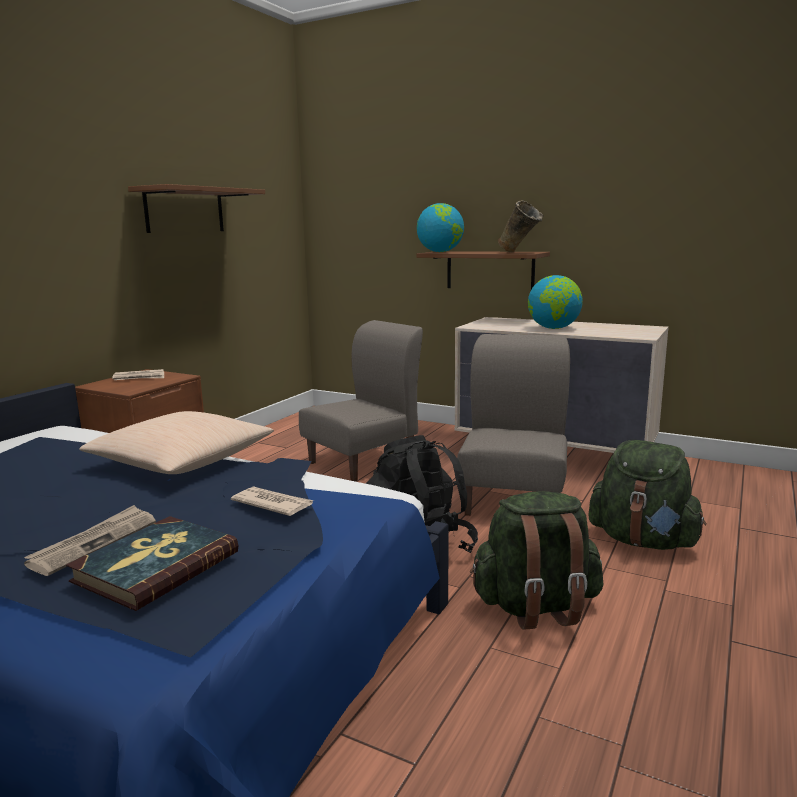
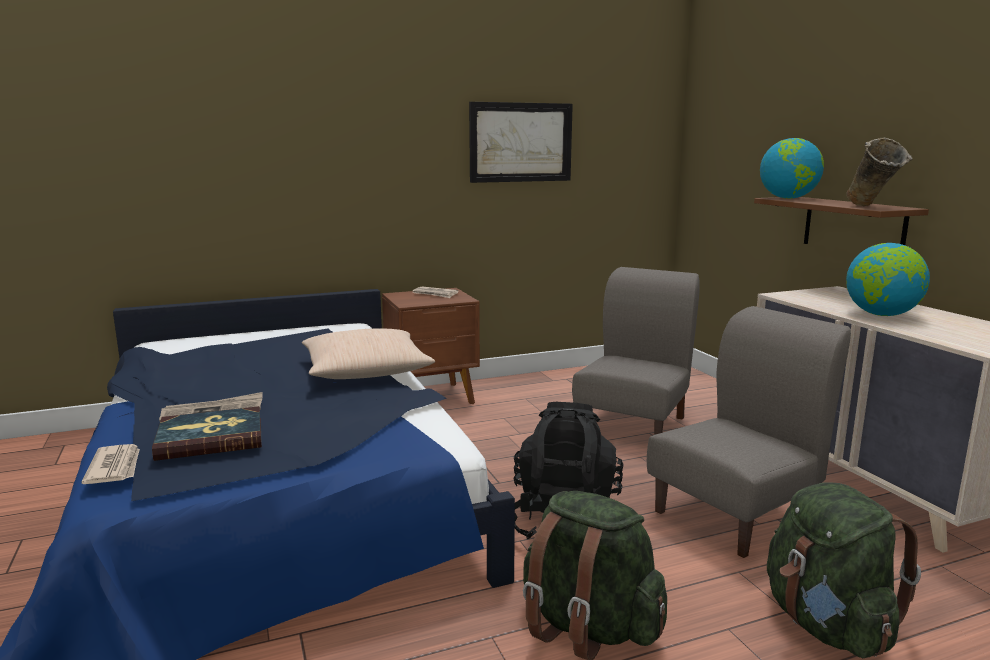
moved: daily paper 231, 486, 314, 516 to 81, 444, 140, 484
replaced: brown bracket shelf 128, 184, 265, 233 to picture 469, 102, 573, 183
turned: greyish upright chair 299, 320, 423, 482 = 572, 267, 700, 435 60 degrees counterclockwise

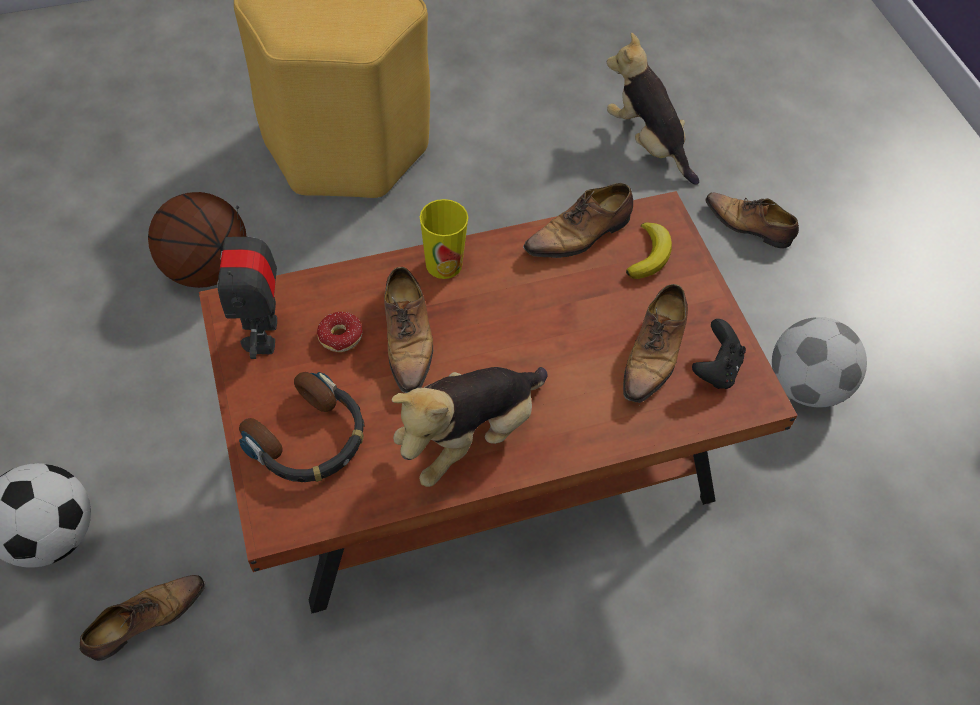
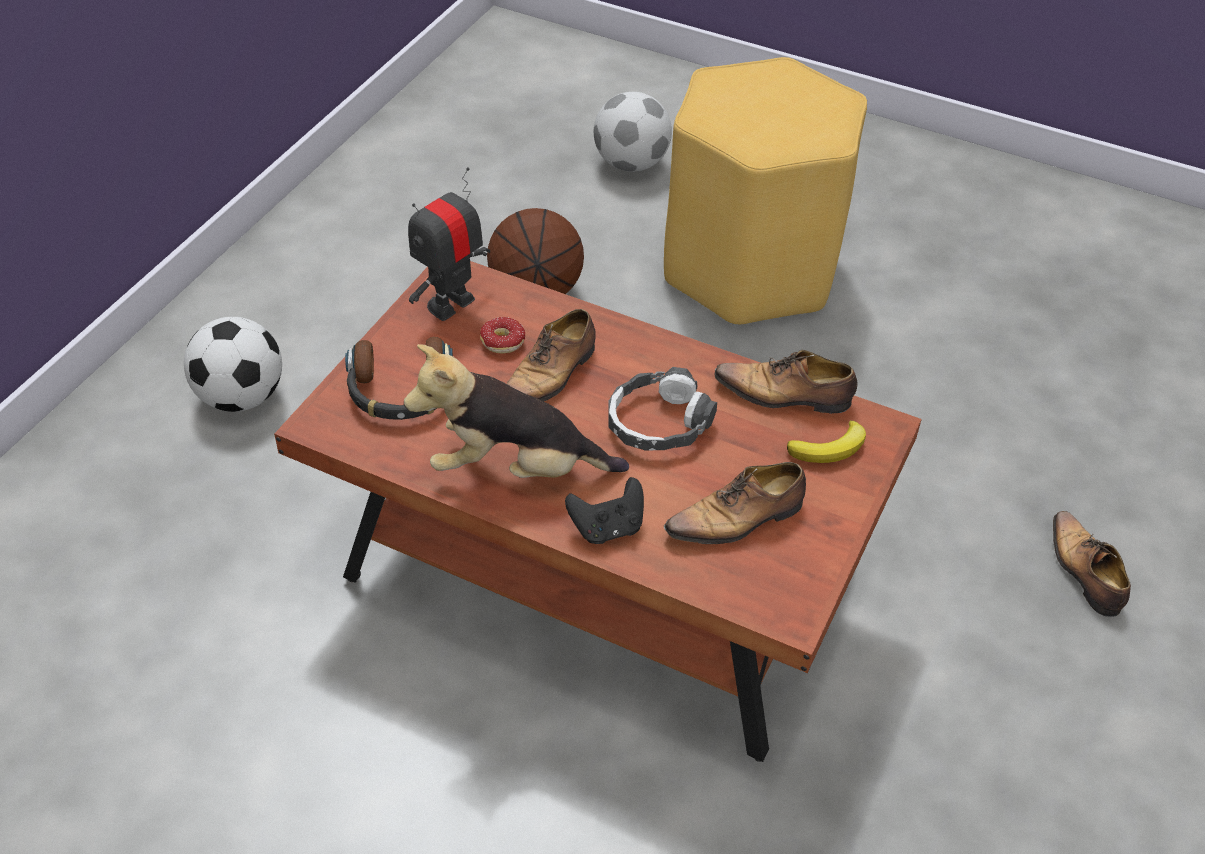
removed: soft toy 607, 33, 699, 185; small cup 420, 199, 468, 279; shoe 80, 575, 205, 661
added: headphones 608, 367, 717, 451
moved: football ball 772, 317, 867, 407 to 594, 92, 672, 172; black-coloured gamepad 692, 319, 746, 389 to 565, 477, 644, 544

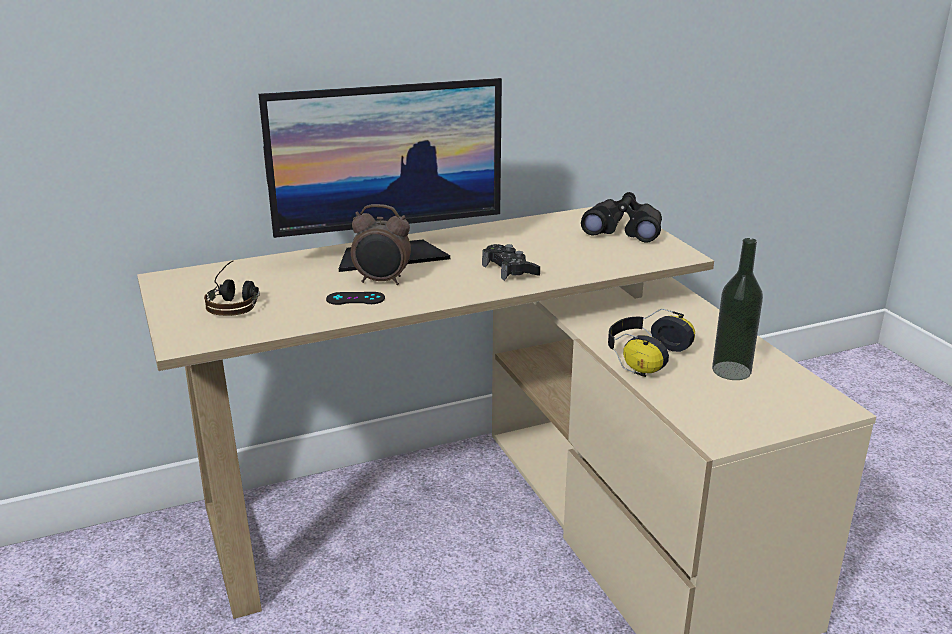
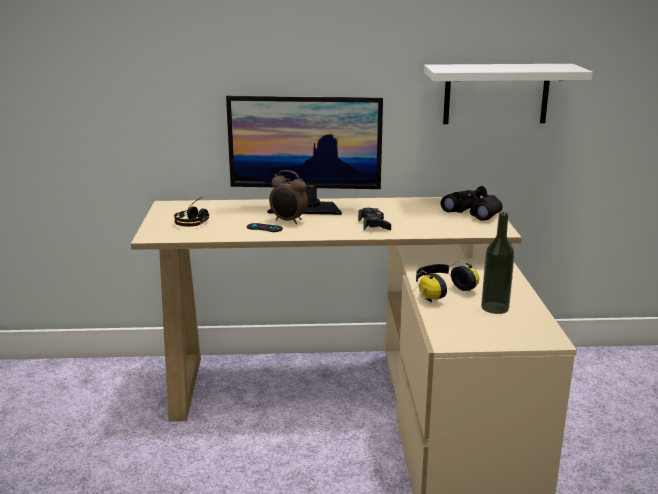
added: whitish bracket shelf 424, 64, 593, 124

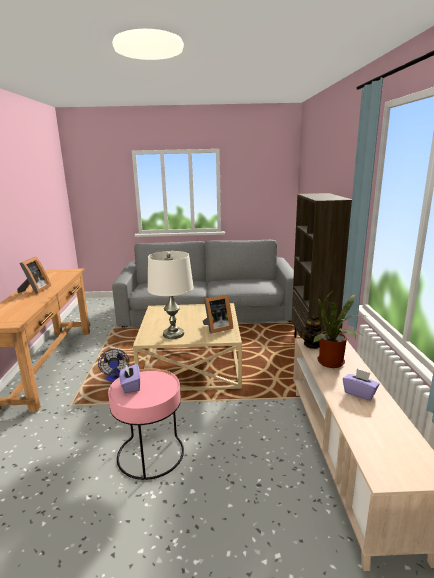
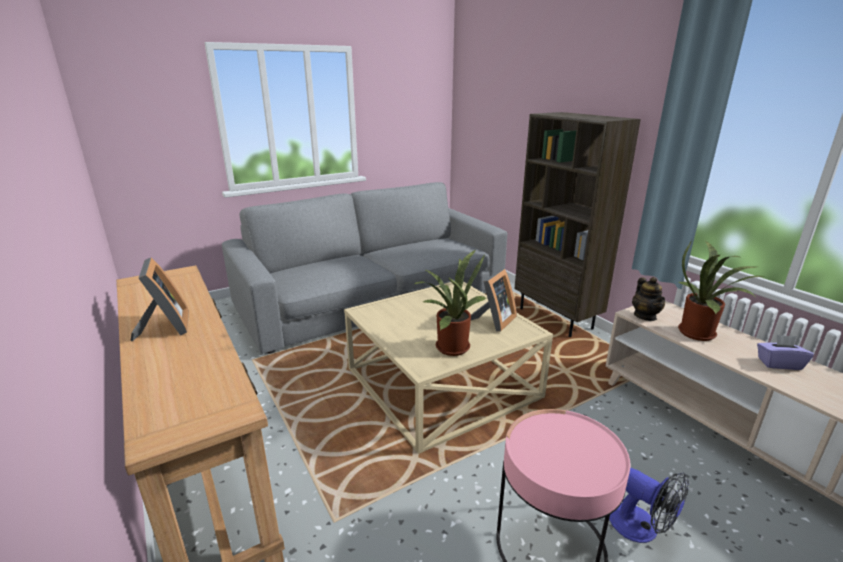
removed: purplish box of tissues 120, 364, 140, 393
moved: cooling fan 98, 348, 129, 382 to 609, 468, 689, 543
replaced: whitish lamp for a table 148, 251, 194, 339 to potted plant 415, 250, 488, 356

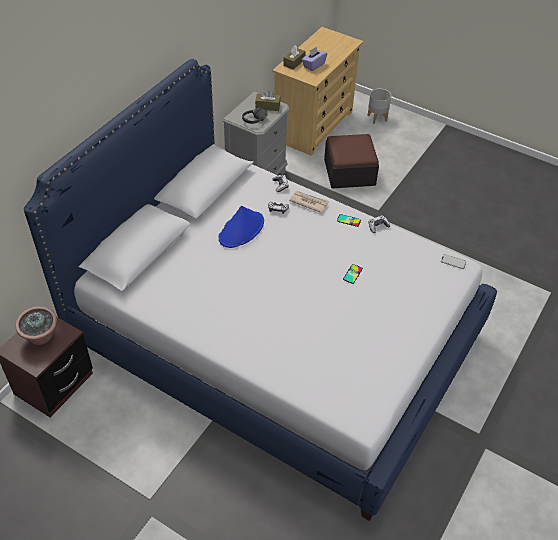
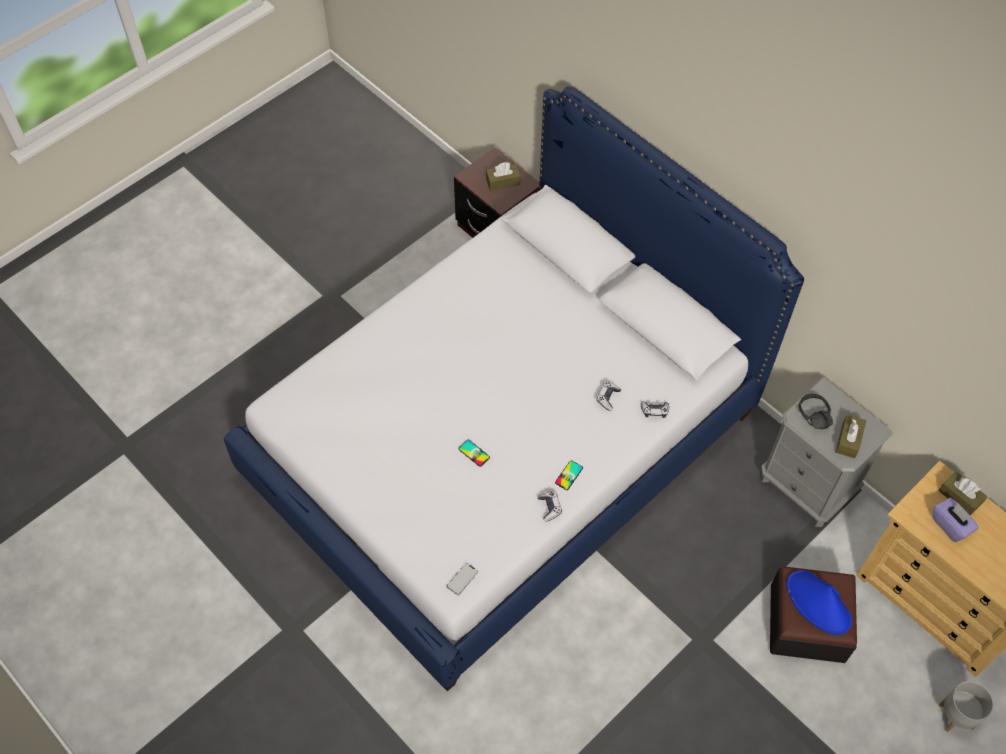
removed: daily paper 289, 191, 329, 213
moved: blue wearable hat 219, 206, 264, 248 to 787, 570, 852, 635
replaced: potted plant 15, 306, 57, 345 to brown box of tissues 486, 162, 521, 191

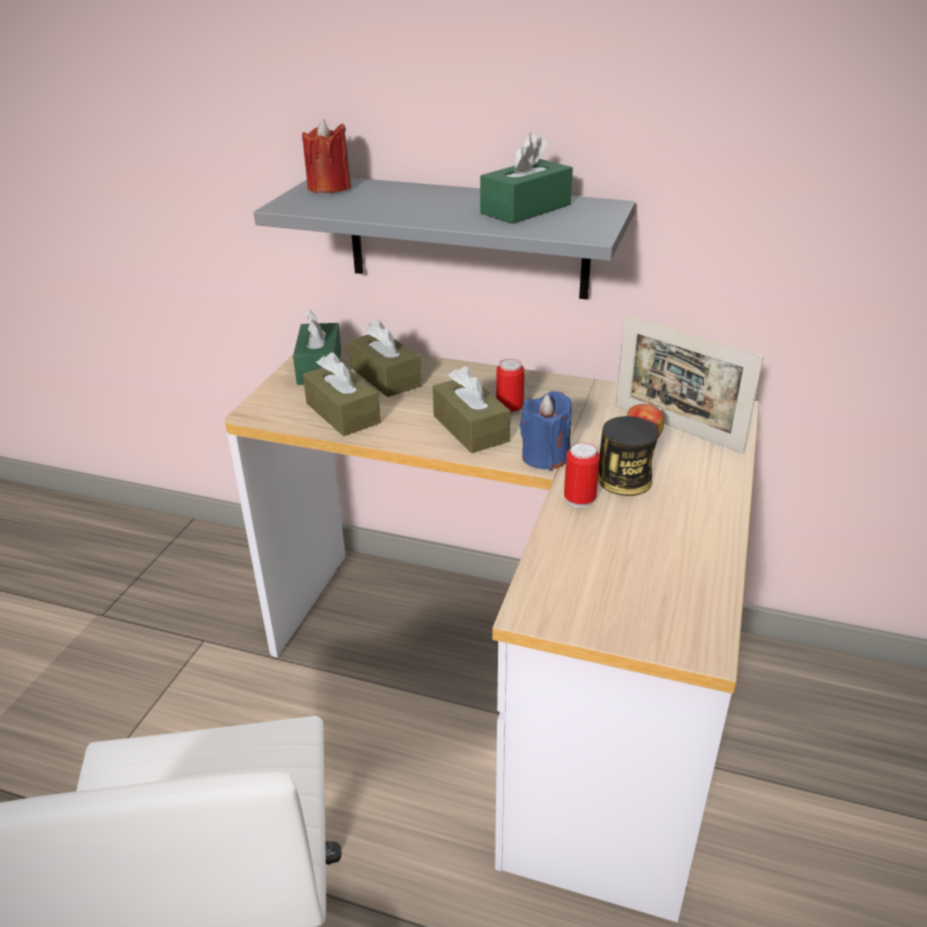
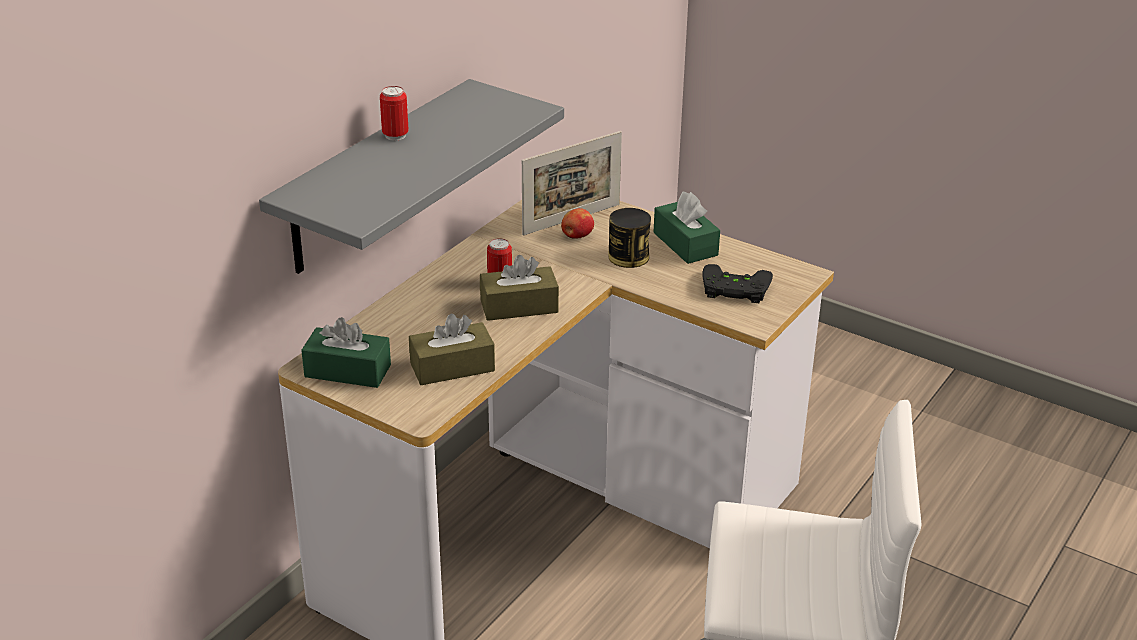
removed: red-coloured wax light 302, 120, 351, 193; brown box of tissues 349, 319, 421, 397; blue wax light 520, 391, 571, 470
added: black-coloured gamepad 703, 264, 773, 303
moved: greenish box of tissues 480, 133, 573, 224 to 653, 192, 720, 264; can 564, 442, 600, 508 to 380, 86, 409, 141

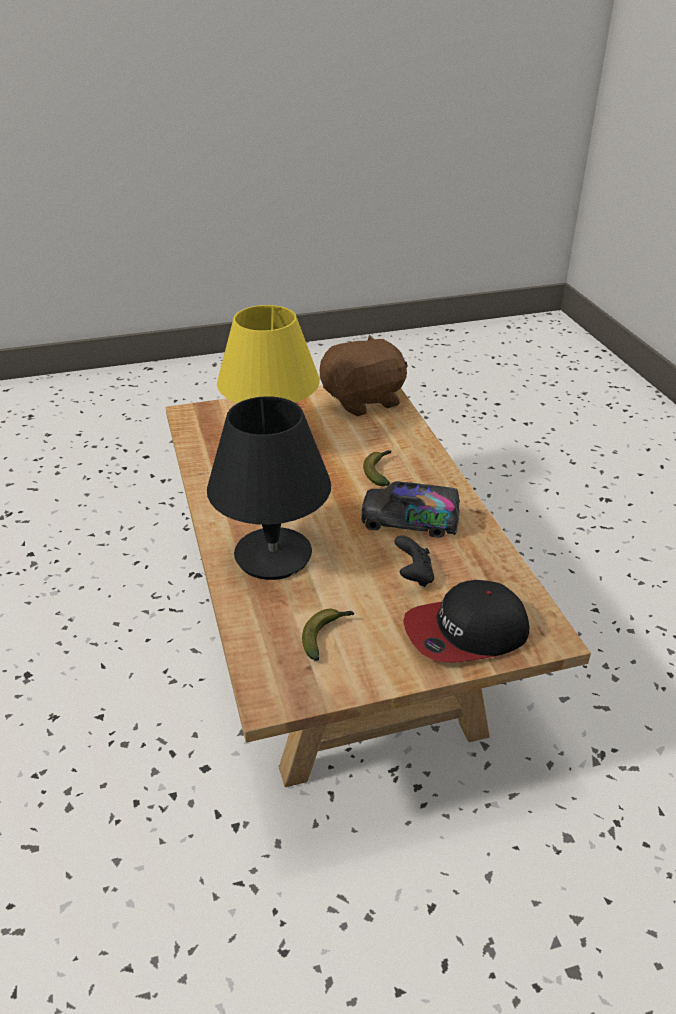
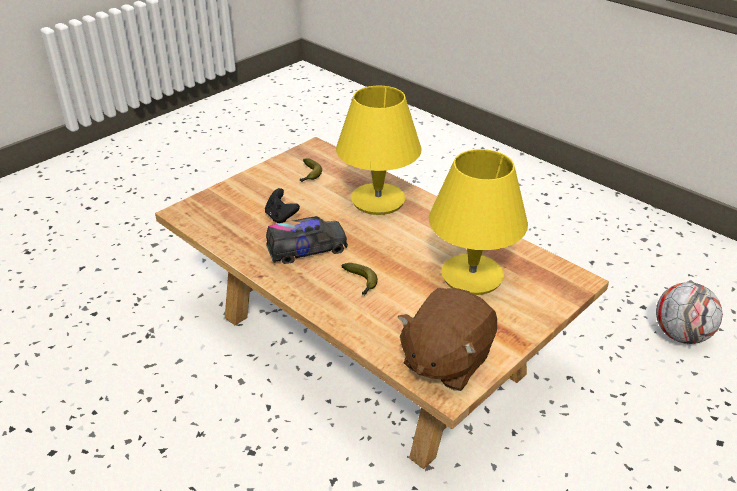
removed: peaked cap 403, 580, 529, 663
added: football ball 656, 282, 722, 344
recoloured: black-coloured lamp for a table 207, 396, 331, 580 to yellowish lamp for a table 336, 86, 422, 215

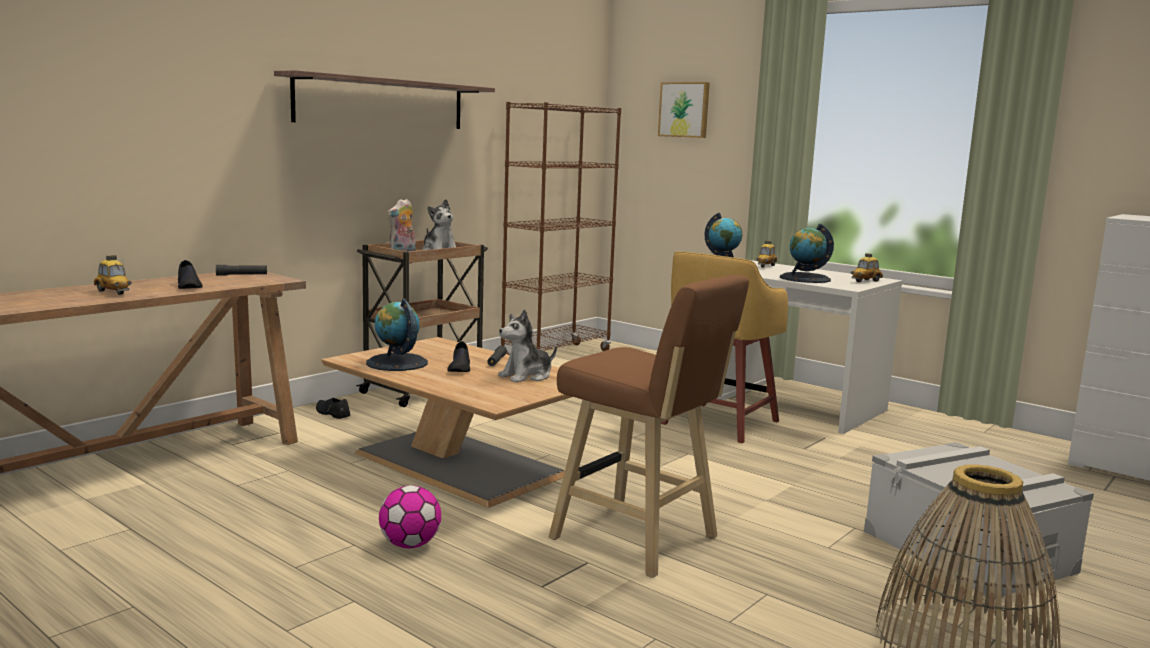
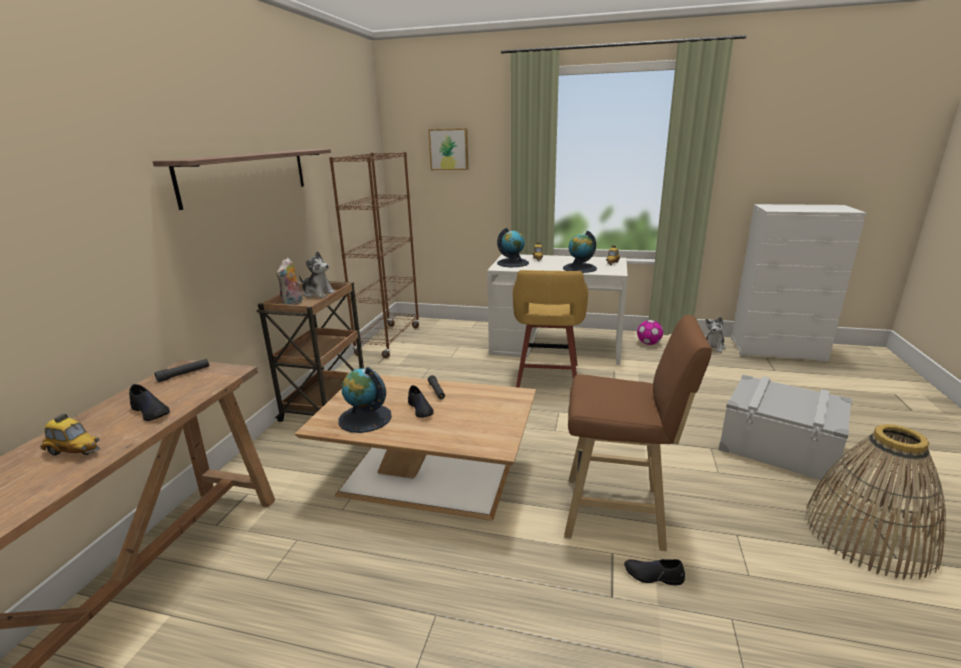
moved: soft toy 498, 309, 557, 383 to 705, 317, 726, 353; black-coloured shoe 316, 398, 350, 419 to 624, 559, 685, 585; football ball 379, 485, 441, 548 to 637, 320, 663, 345

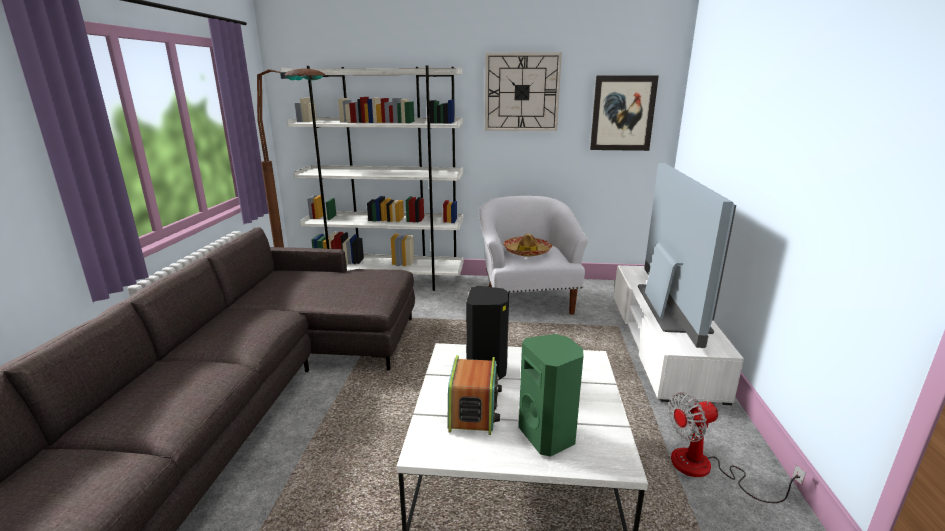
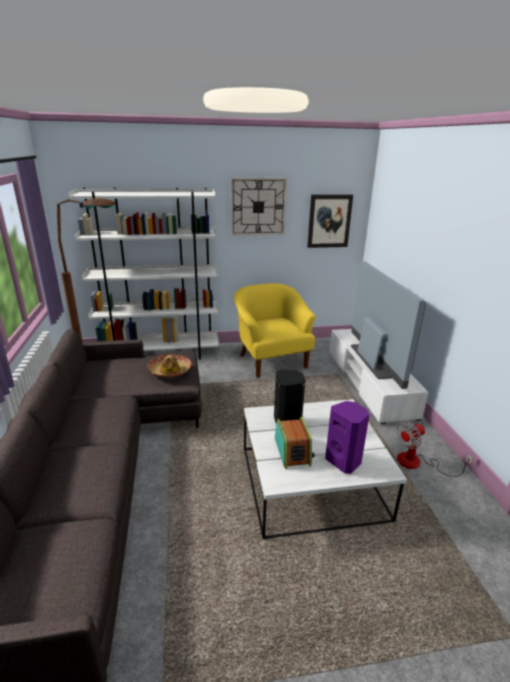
moved: wearable hat 503, 234, 552, 257 to 147, 354, 192, 378
recoloured: whitish easy chair 479, 196, 588, 315 to yellowish easy chair 234, 283, 316, 378; greenish audio speaker 519, 334, 583, 457 to purplish audio speaker 325, 401, 370, 474

